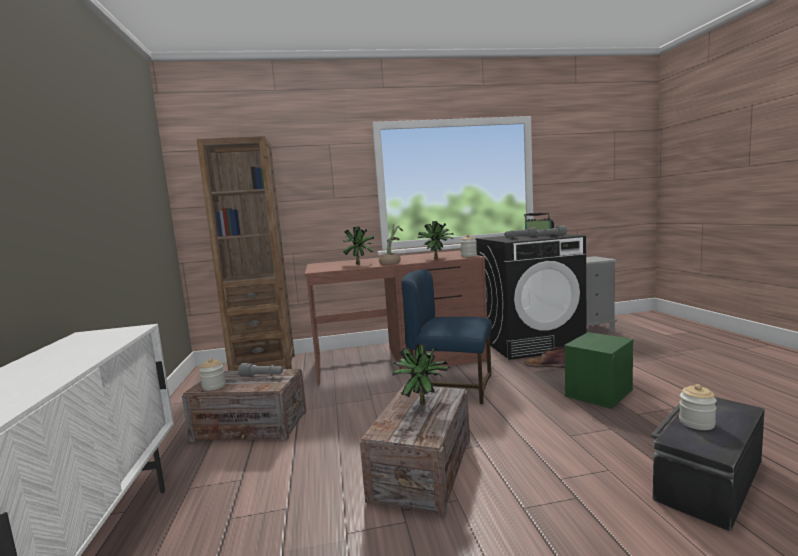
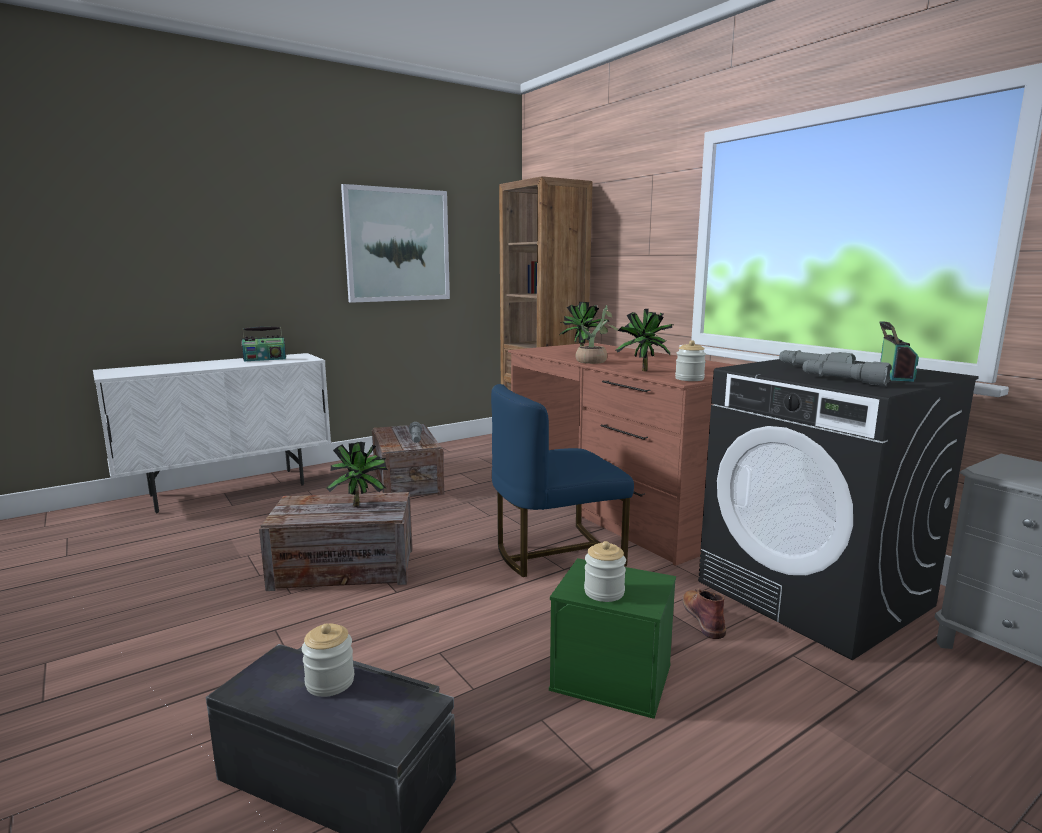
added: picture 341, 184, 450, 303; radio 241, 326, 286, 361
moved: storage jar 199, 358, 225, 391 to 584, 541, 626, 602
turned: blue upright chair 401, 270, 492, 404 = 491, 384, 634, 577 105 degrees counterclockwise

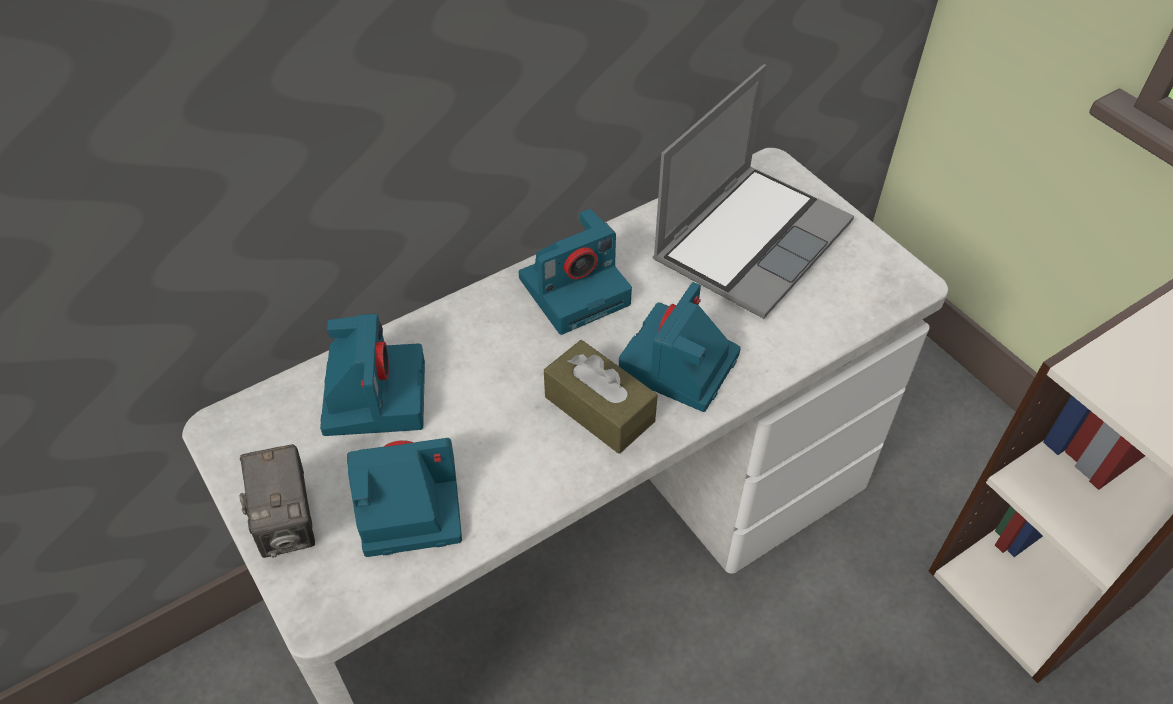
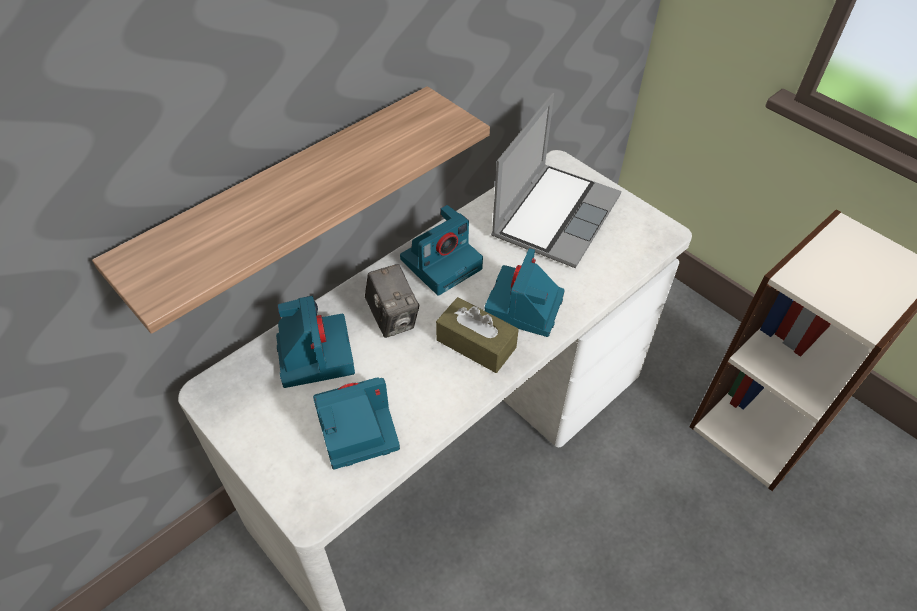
added: bracket shelf 92, 86, 490, 334
moved: photo camera 239, 444, 315, 558 to 365, 264, 419, 338

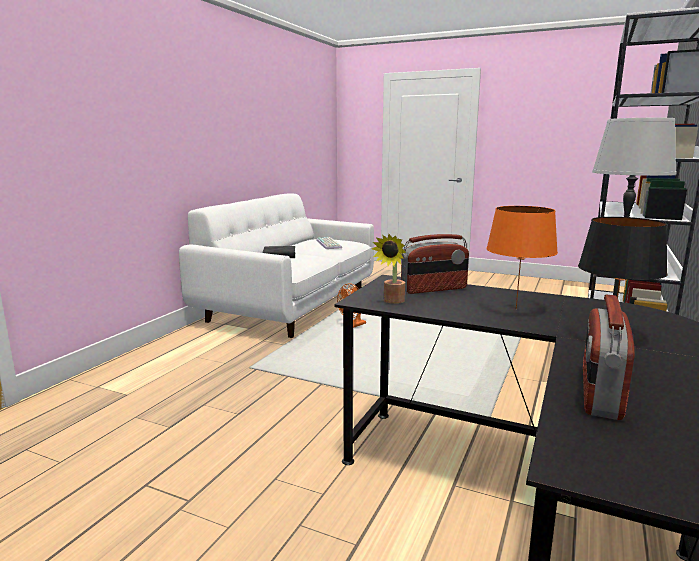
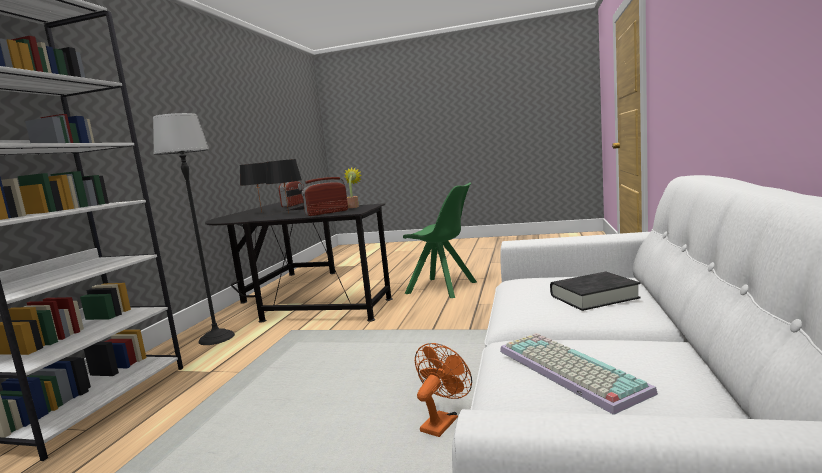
added: greenish upright chair 403, 182, 477, 298
recoloured: orange-coloured lamp for a table 486, 206, 558, 309 to black-coloured lamp for a table 266, 159, 302, 214

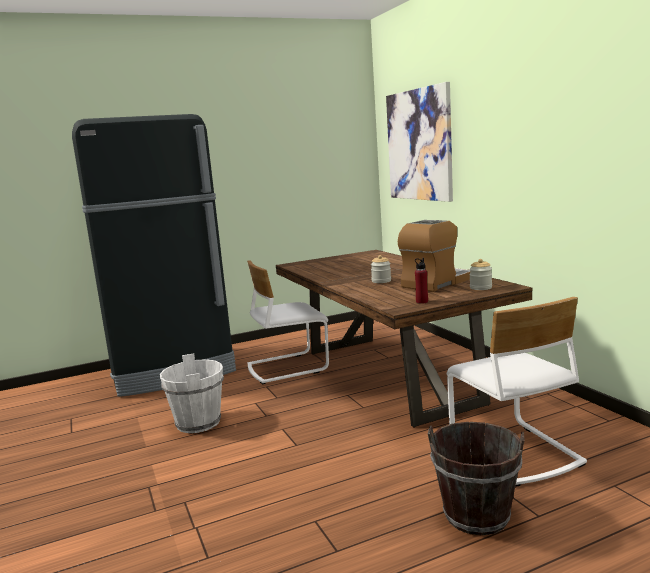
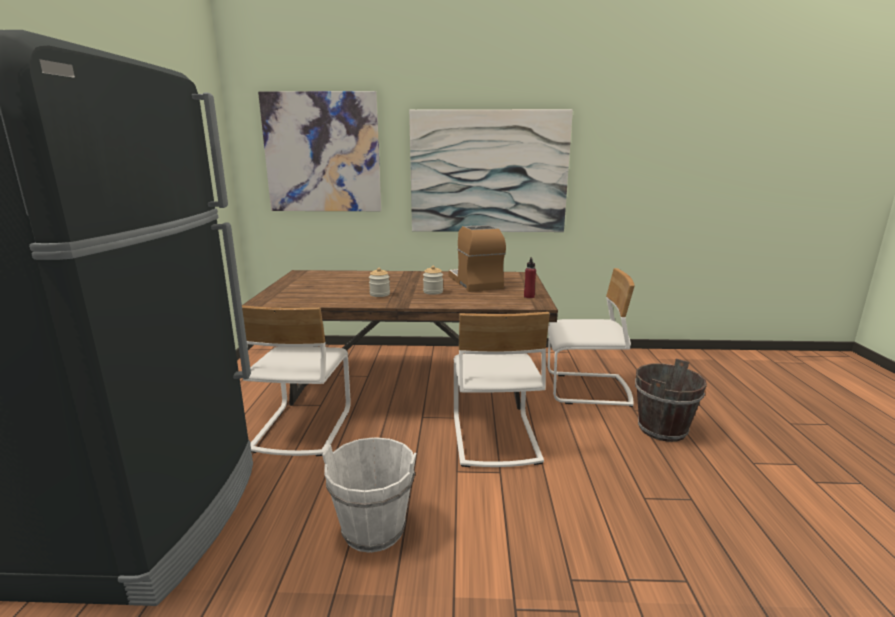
added: picture 409, 109, 573, 232; whitish upright chair 453, 312, 550, 467
moved: storage jar 469, 259, 492, 290 to 369, 268, 390, 297

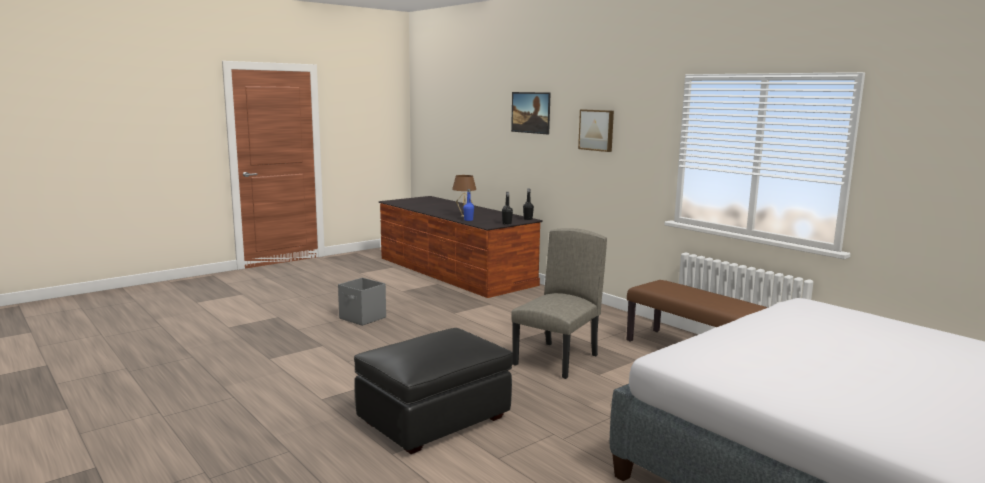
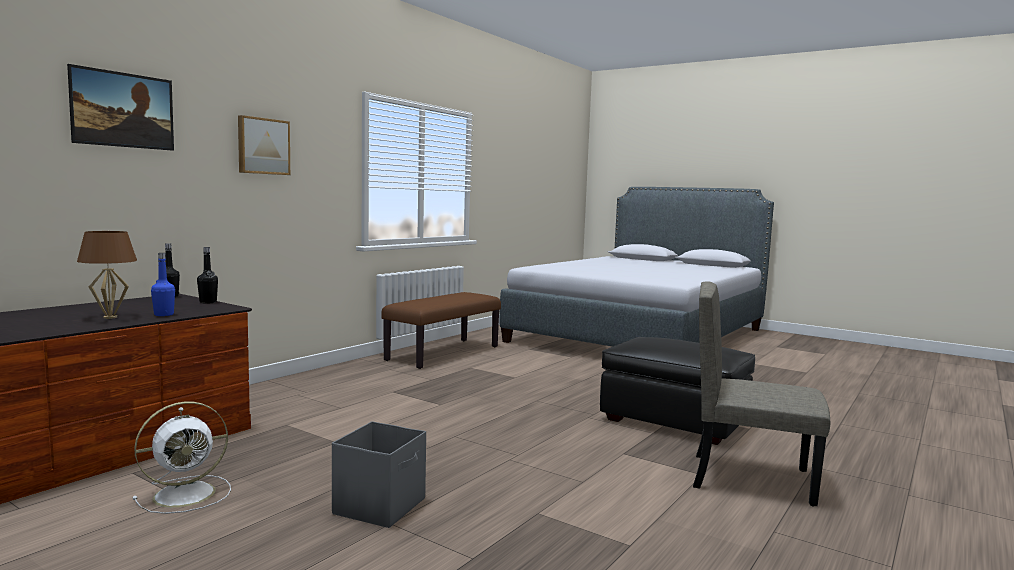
added: whitish cooling fan 133, 401, 231, 514
moved: sand-coloured upright chair 511, 228, 607, 379 to 693, 281, 830, 507

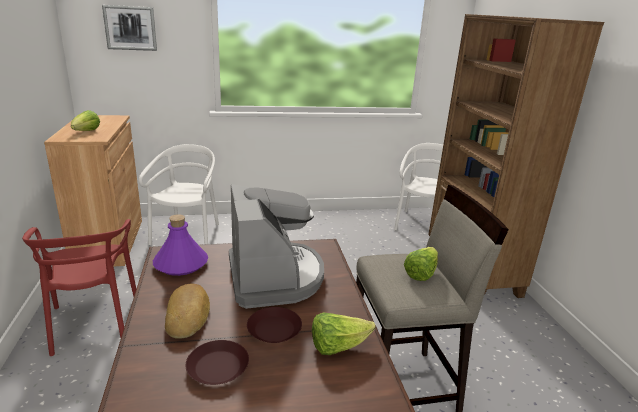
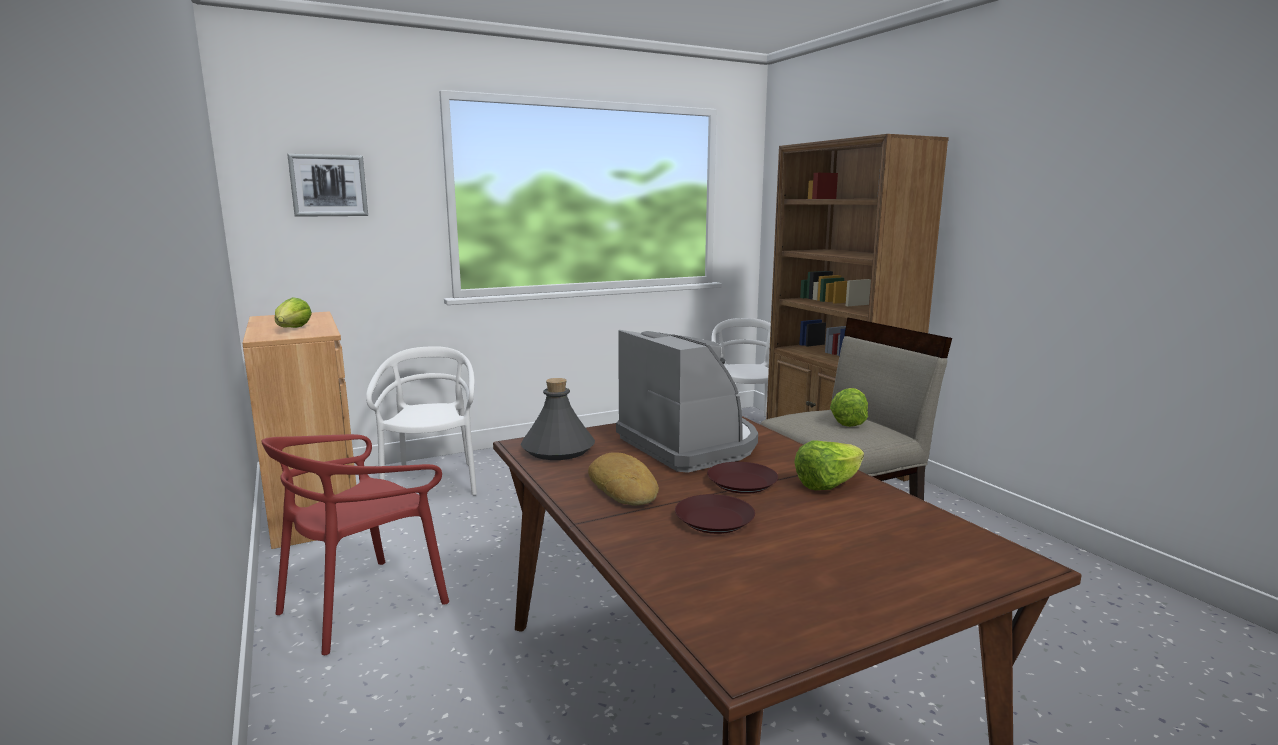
recoloured: purplish drink bottle 153, 214, 208, 276 to greyish drink bottle 521, 378, 595, 460
turned: red-coloured upright chair 22, 219, 136, 356 = 262, 434, 449, 655 75 degrees clockwise

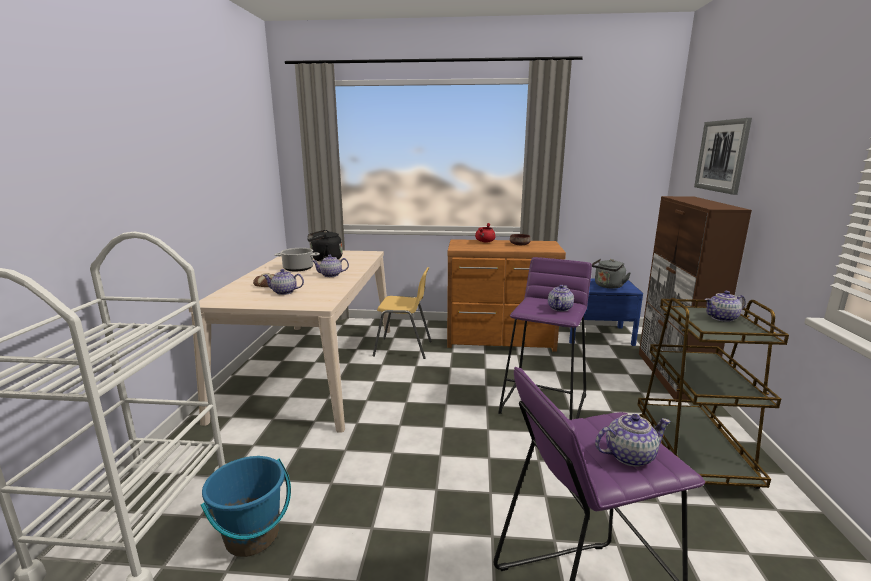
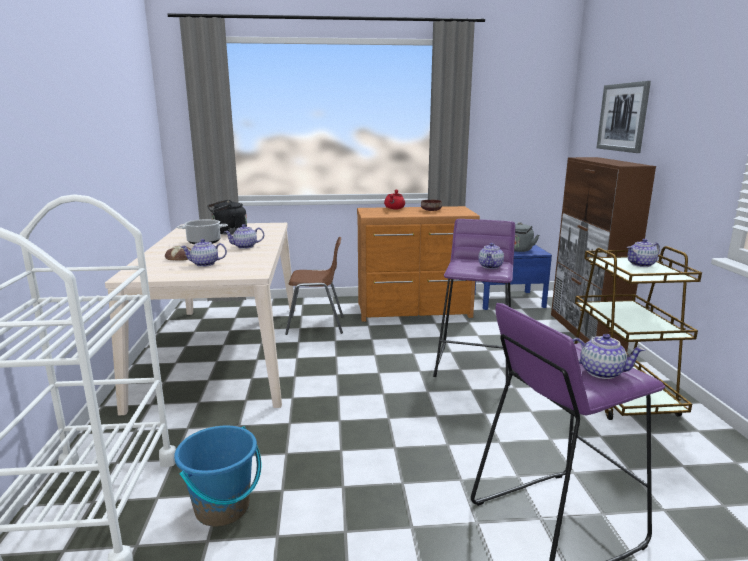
recoloured: yellowish upright chair 372, 267, 432, 359 to brown upright chair 285, 237, 344, 335
turned: tea pot 595, 414, 671, 467 = 572, 334, 645, 379 45 degrees clockwise

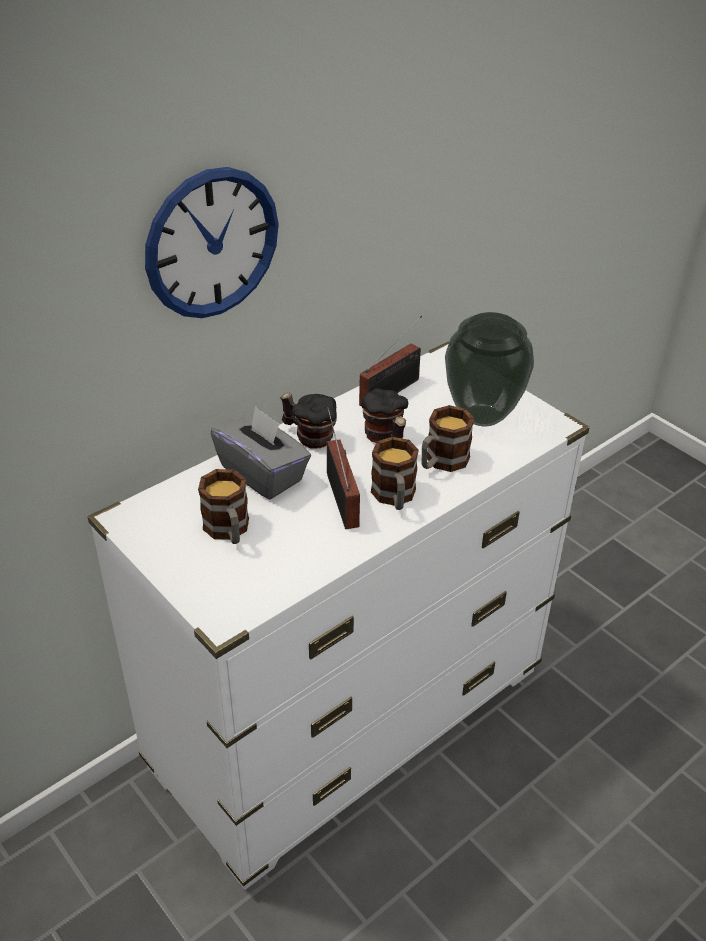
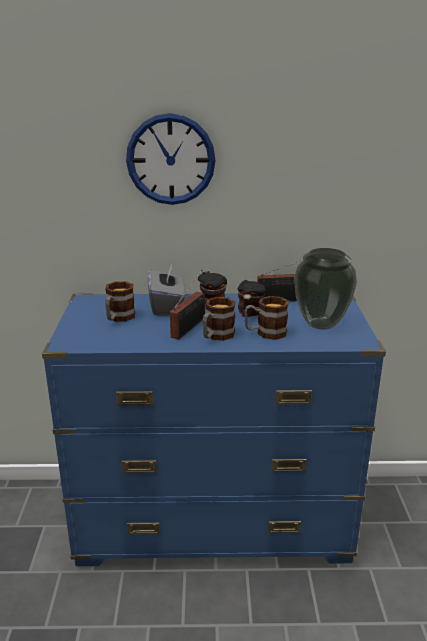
recoloured: whitish drawer chest 87, 341, 590, 890 to blue drawer chest 42, 294, 386, 566

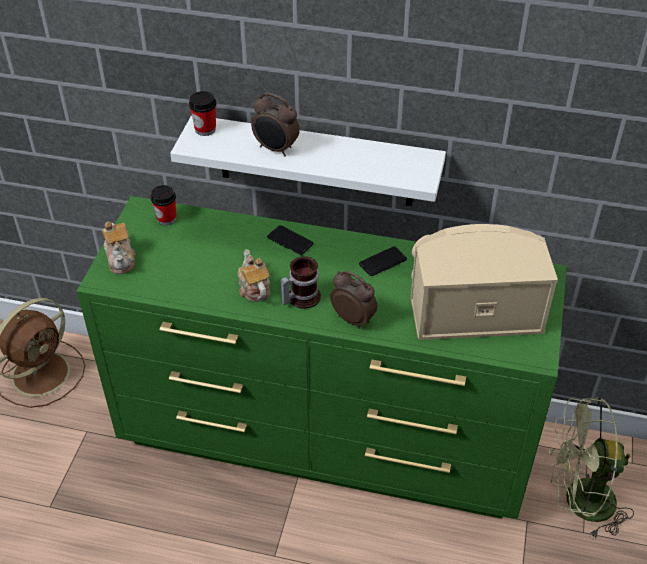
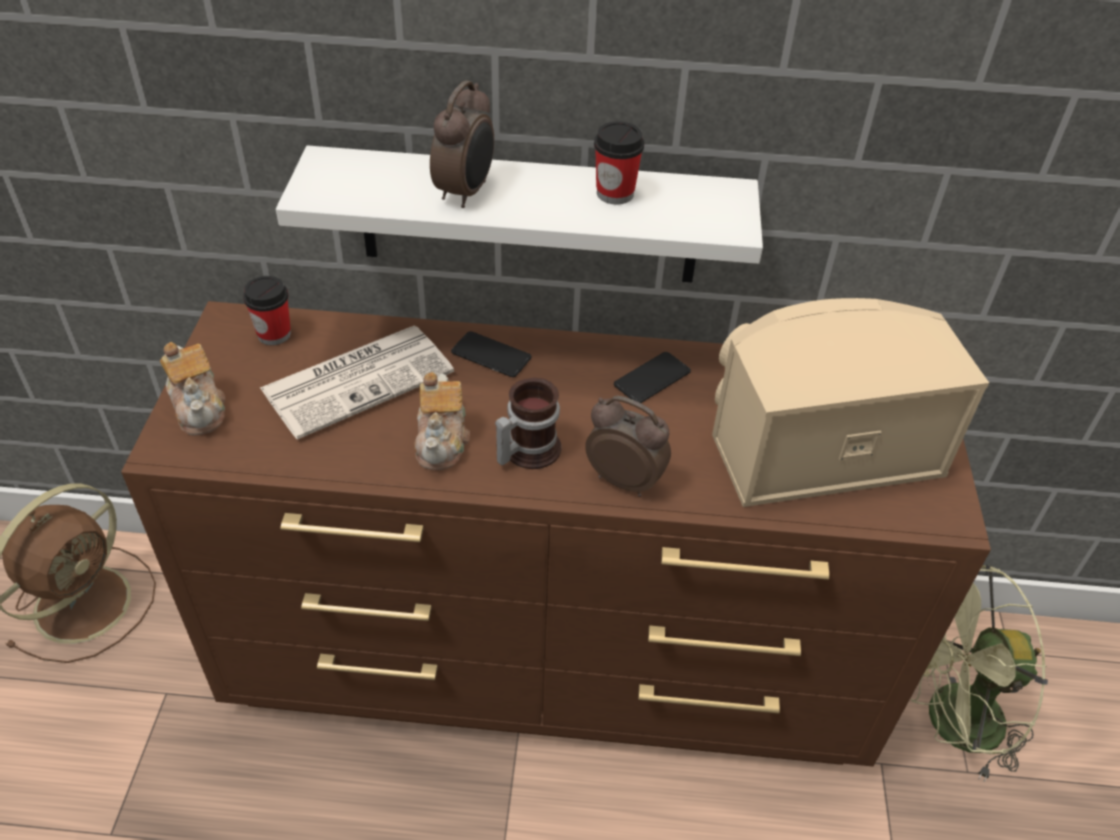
added: daily paper 260, 326, 454, 439
moved: small cup 189, 91, 216, 136 to 594, 122, 644, 204
recoloured: greenish drawer chest 77, 196, 567, 519 to brown drawer chest 121, 301, 991, 766
turned: table clock 251, 93, 300, 156 = 430, 80, 494, 208 90 degrees counterclockwise; tea pot 237, 249, 270, 302 = 414, 372, 470, 470 150 degrees counterclockwise

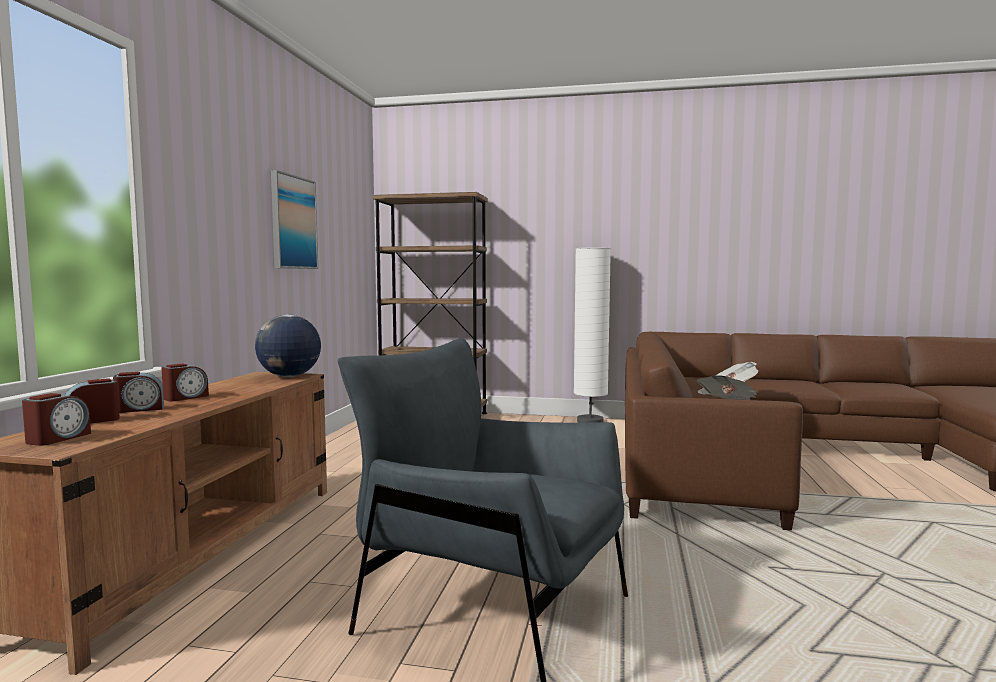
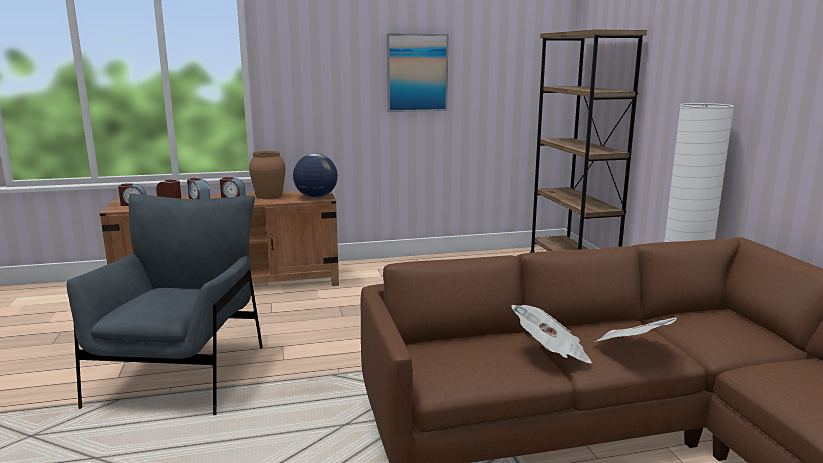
added: brown vase 249, 151, 285, 199

